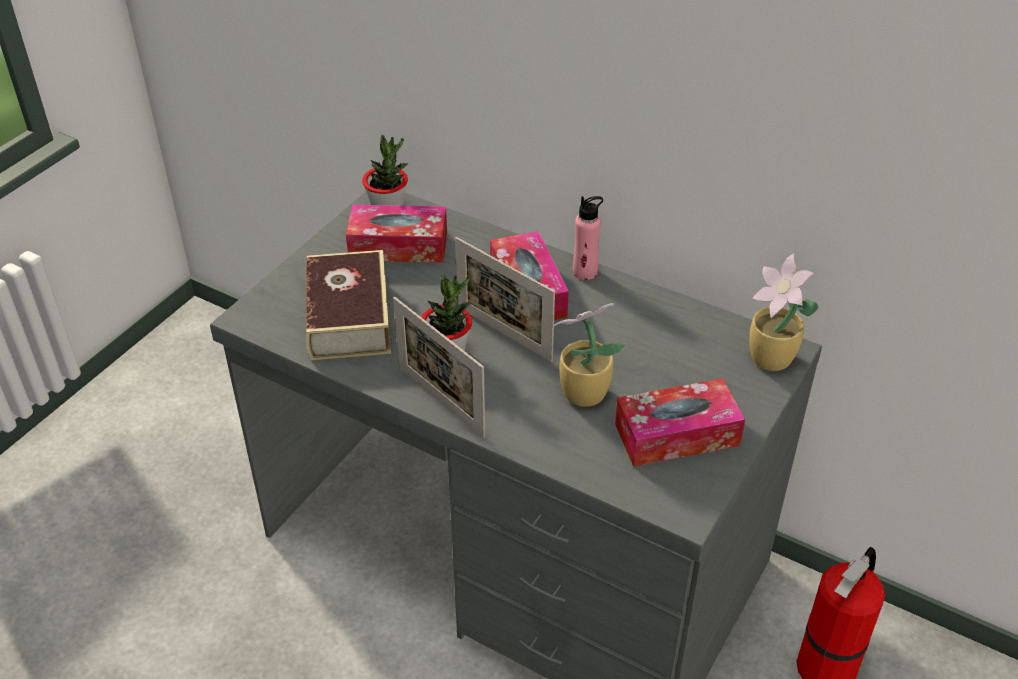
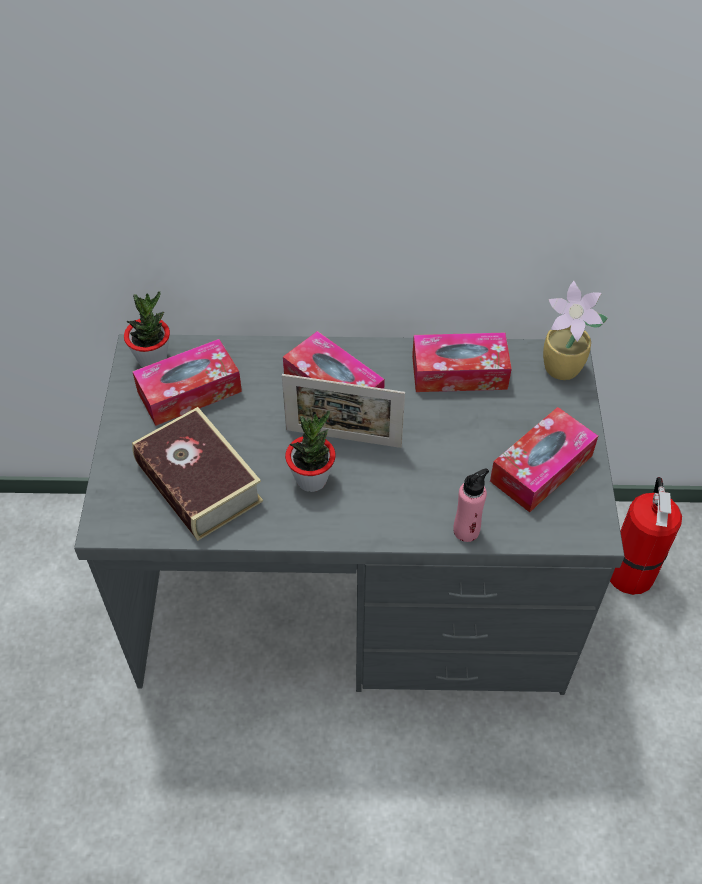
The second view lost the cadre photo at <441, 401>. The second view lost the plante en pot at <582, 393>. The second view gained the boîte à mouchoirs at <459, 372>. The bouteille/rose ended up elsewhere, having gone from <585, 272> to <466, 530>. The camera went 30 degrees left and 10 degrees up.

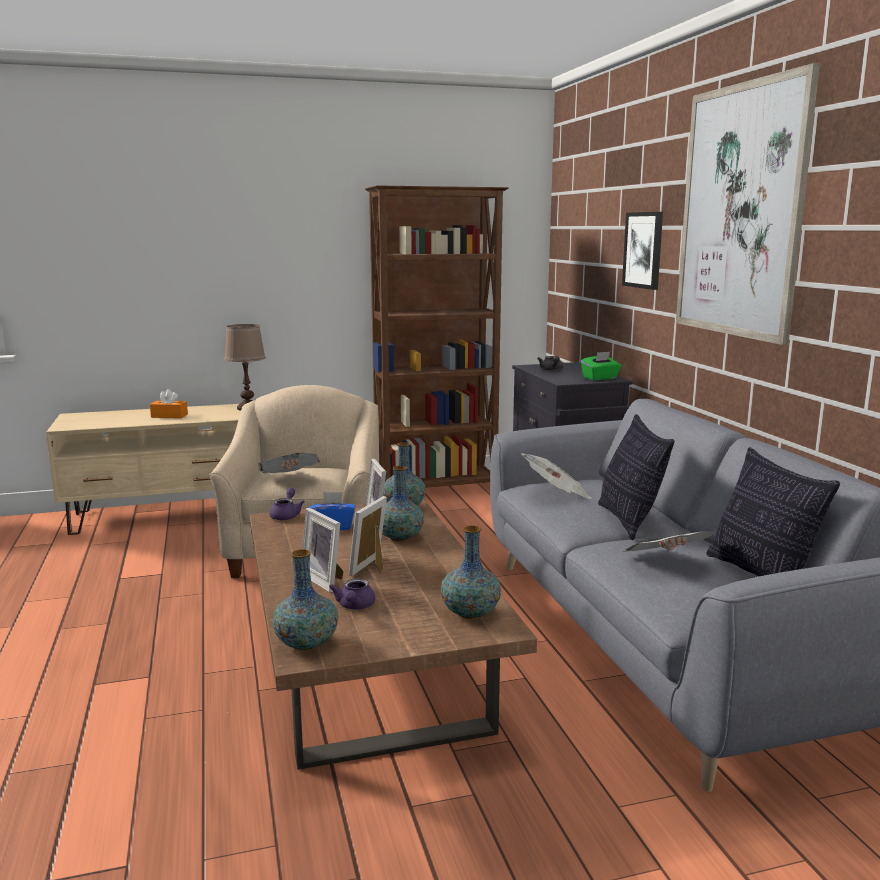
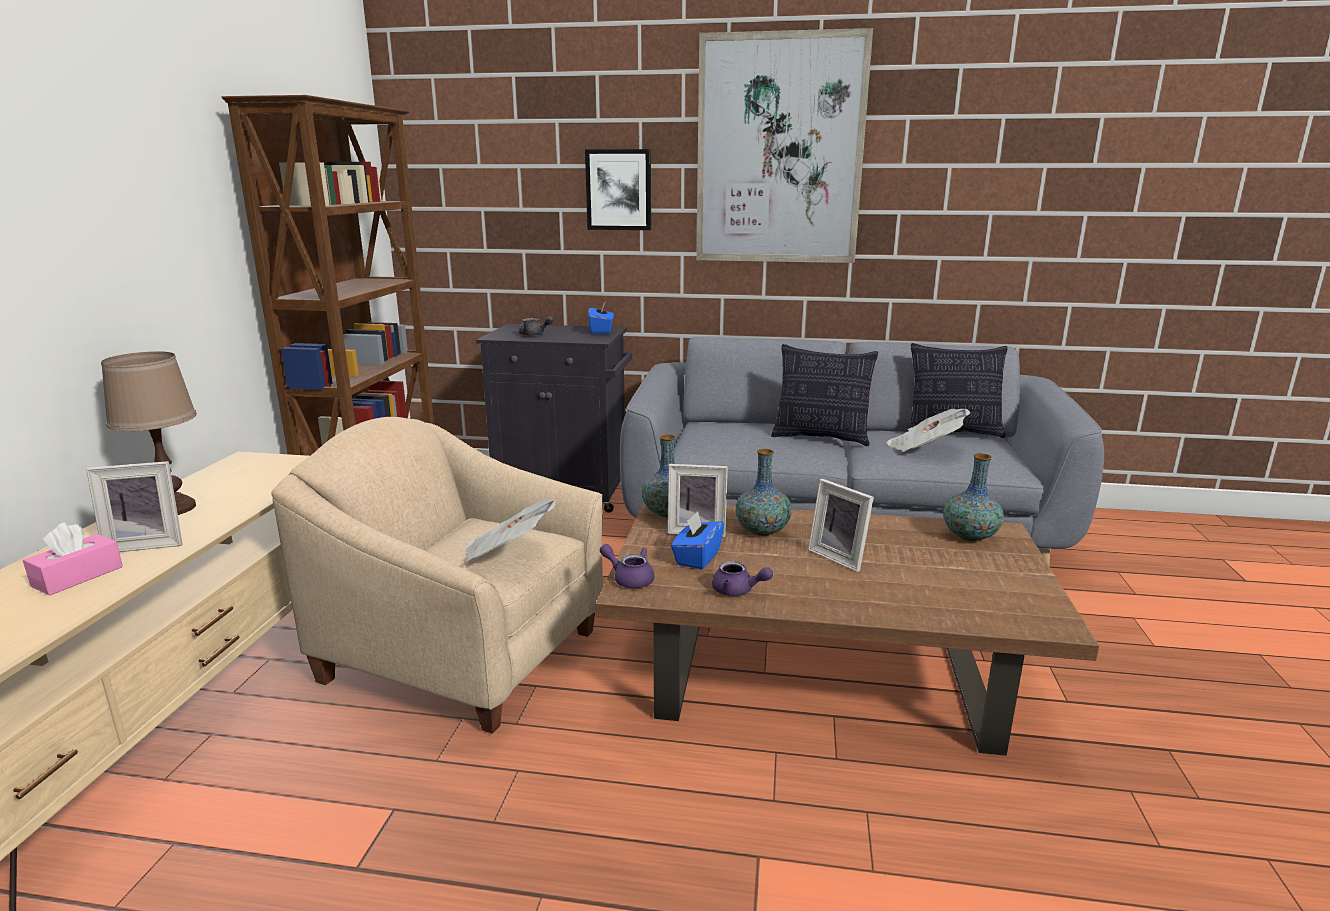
The second view lost the vase at <306, 643>. The second view lost the journal at <556, 494>. The cadre photo ended up elsewhere, having gone from <325, 580> to <147, 543>. The théière/violet ended up elsewhere, having gone from <354, 606> to <738, 591>. What was the boîte à mouchoirs/orange at <169, 416> turned into the boîte à mouchoirs/rose at <78, 576>. What was the boîte à mouchoirs/vert at <600, 378> turned into the boîte à mouchoirs/bleu at <601, 331>. The camera went 65 degrees left and 5 degrees up.

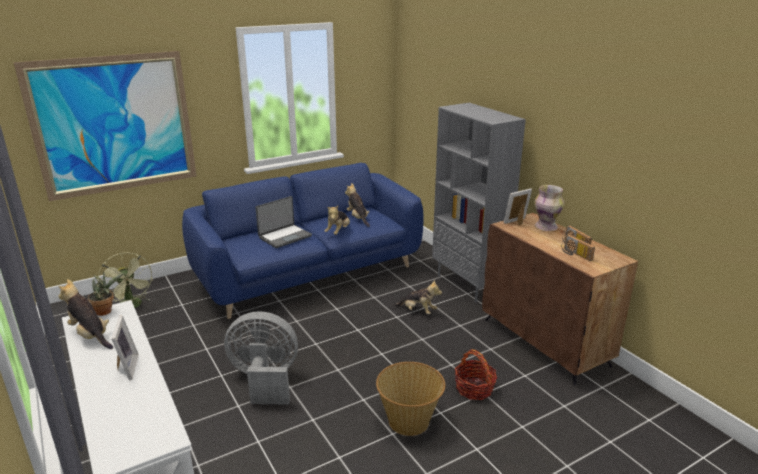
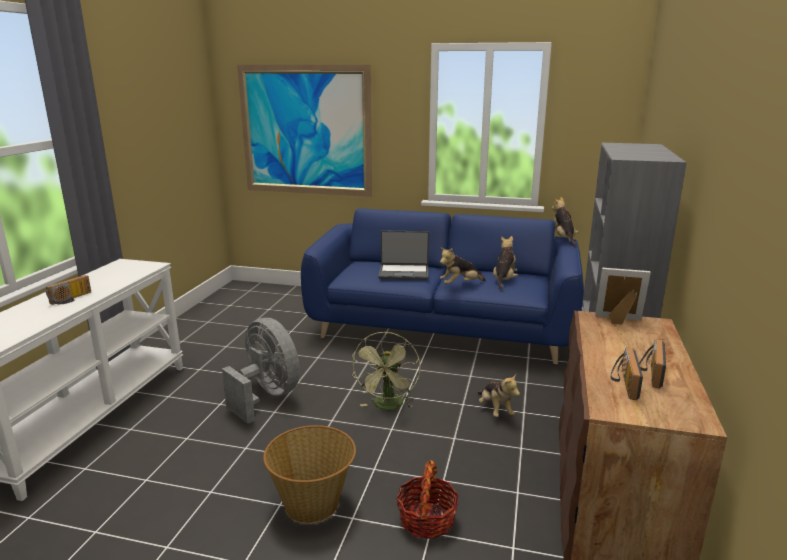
The second view lost the plante en pot at <106, 311>. The second view lost the vase at <546, 227>. The peluche ended up elsewhere, having gone from <90, 335> to <563, 239>. The ventilateur/vert ended up elsewhere, having gone from <132, 306> to <388, 407>. Where the cadre photo stood at <125, 368>, the radio came to stand at <71, 299>. The camera went 45 degrees right and 5 degrees down.

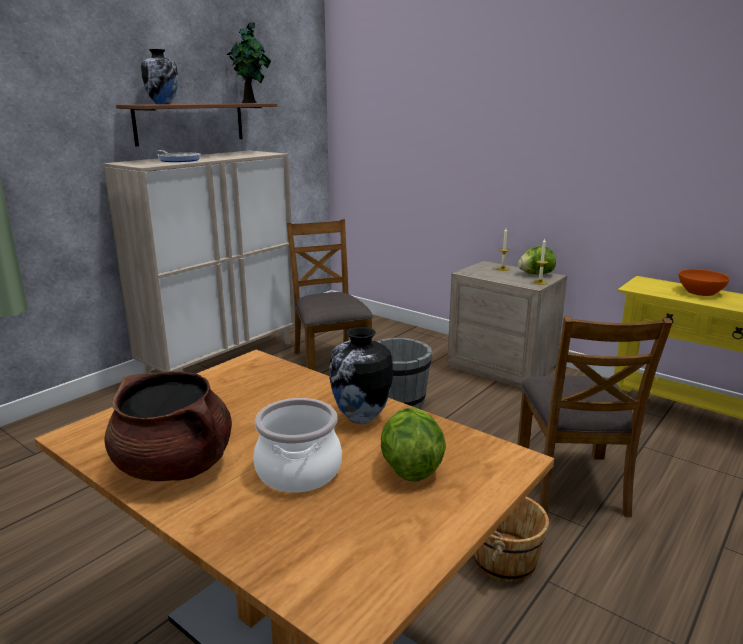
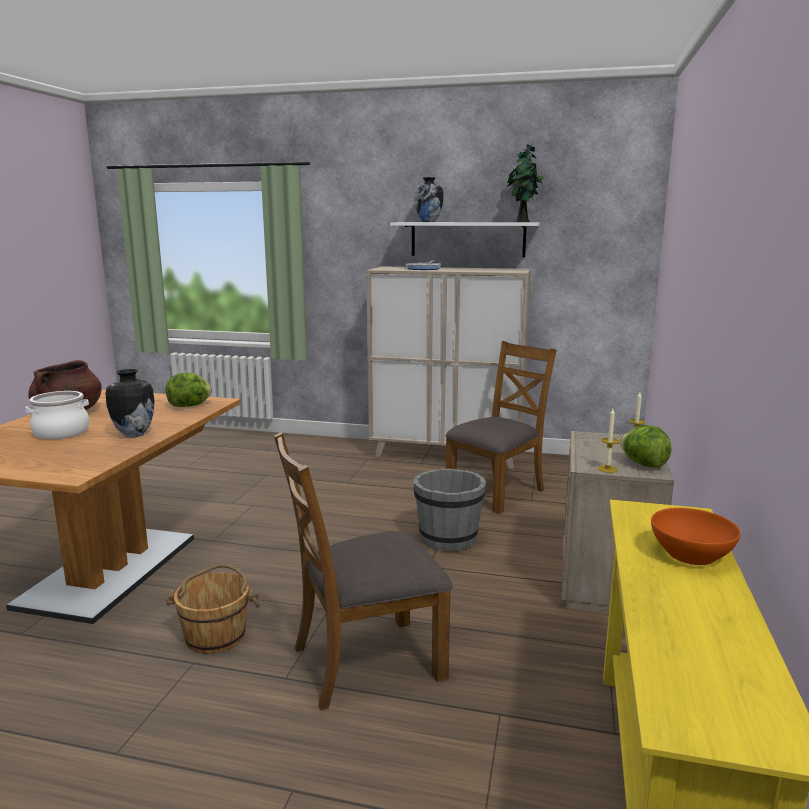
The laitue ended up elsewhere, having gone from <410, 468> to <190, 406>. What was the étagère/marron at <190, 123> turned into the étagère/blanc at <467, 239>. The camera went 65 degrees right and 5 degrees down.

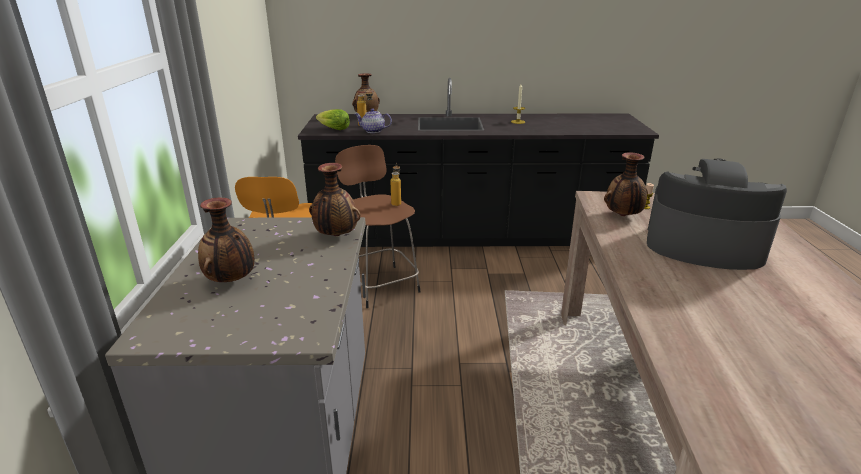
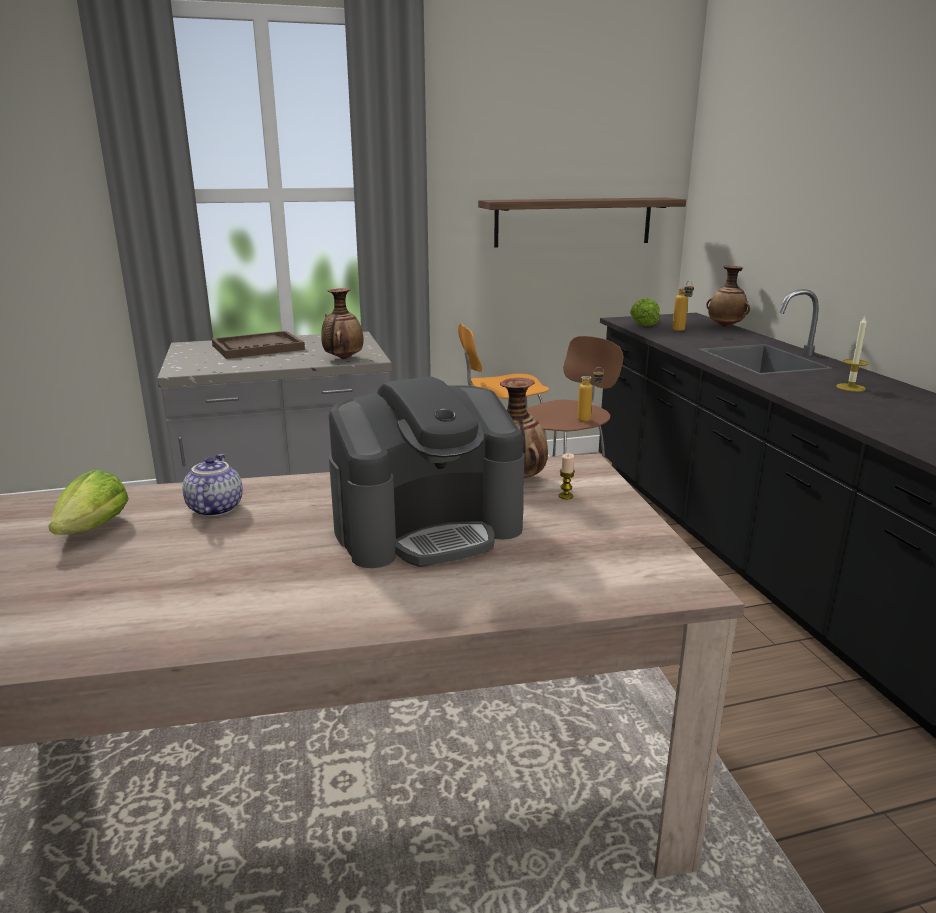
The second view gained the laitue at <94, 528>. The second view gained the étagère at <573, 222>. The théière ended up elsewhere, having gone from <373, 131> to <214, 509>. Where the vase stood at <231, 281>, the plateau/marron came to stand at <258, 348>. The machine à café at <702, 246> ended up facing another way, 60 degrees clockwise from before. The camera went 75 degrees right and 5 degrees down.

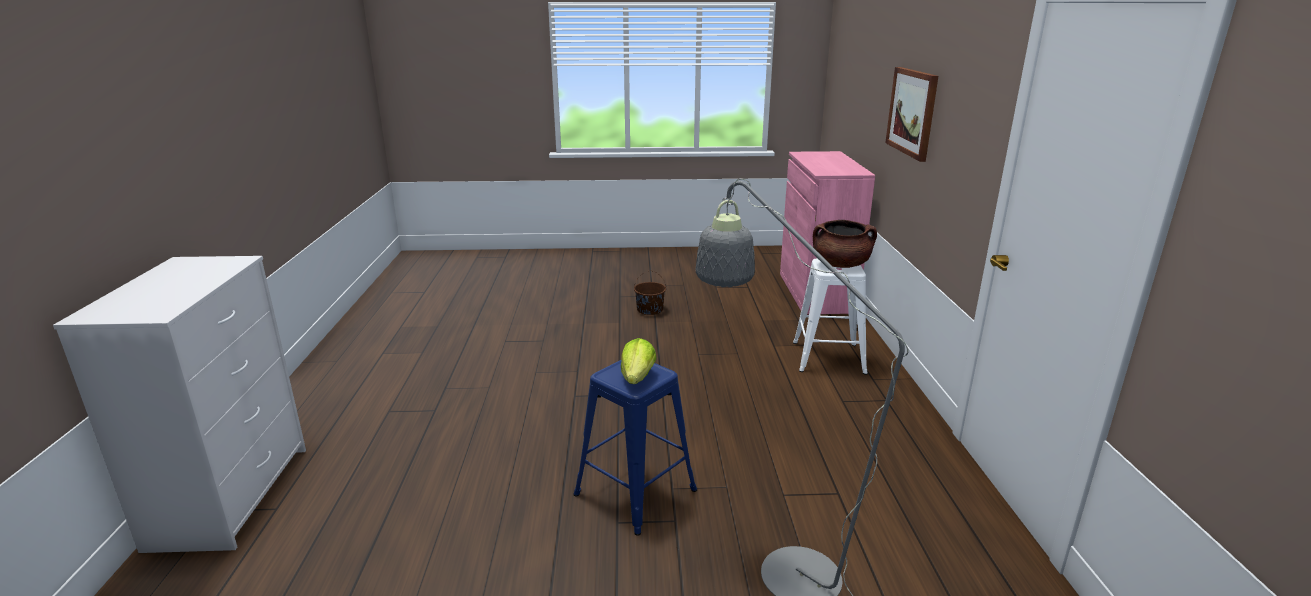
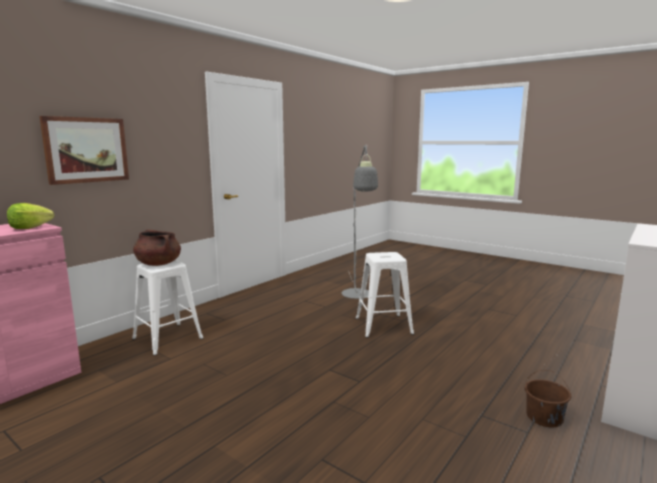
The laitue ended up elsewhere, having gone from <637, 378> to <29, 227>. The seau/marron ended up elsewhere, having gone from <649, 309> to <544, 417>. What was the tabouret/bleu at <635, 491> turned into the tabouret/blanc at <383, 326>. The camera went 140 degrees left and 10 degrees down.

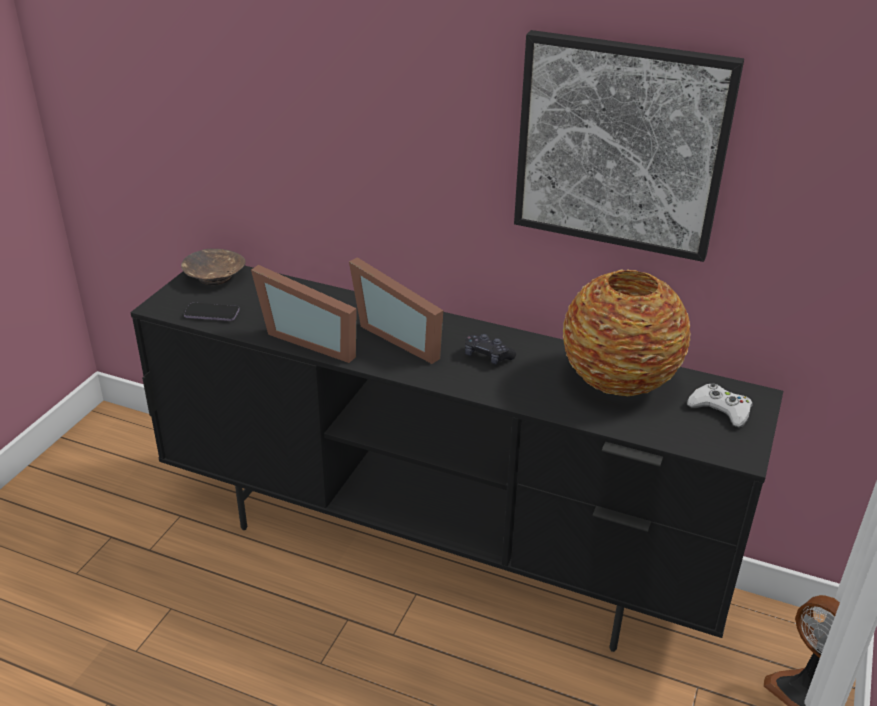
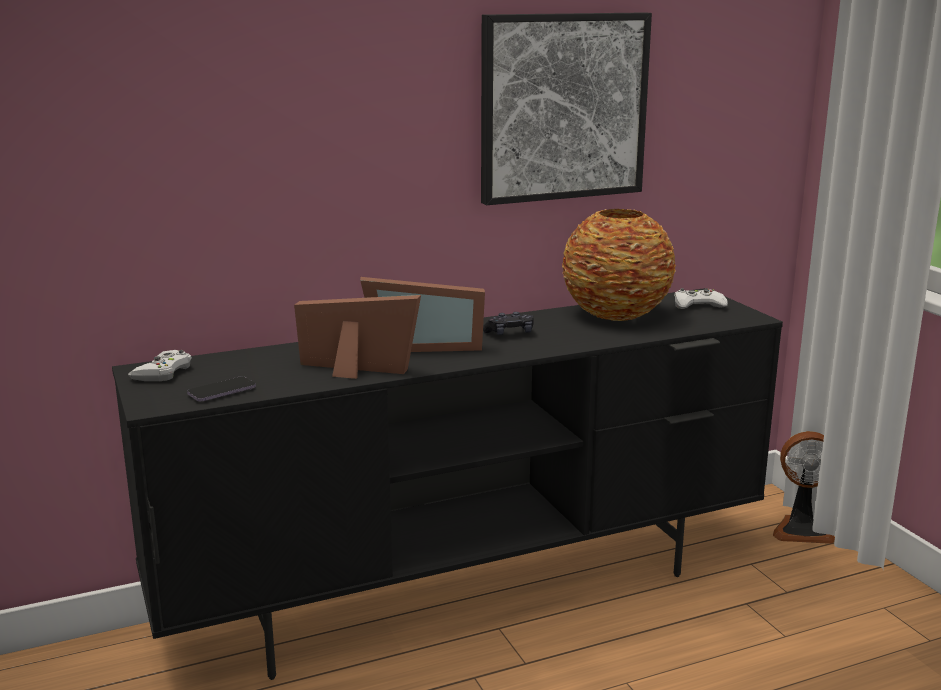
Where the bol/marron stood at <214, 277>, the manette/blanc came to stand at <163, 372>. The cadre photo at <313, 339> ended up facing another way, 150 degrees counterclockwise from before. The camera went 45 degrees left and 15 degrees down.

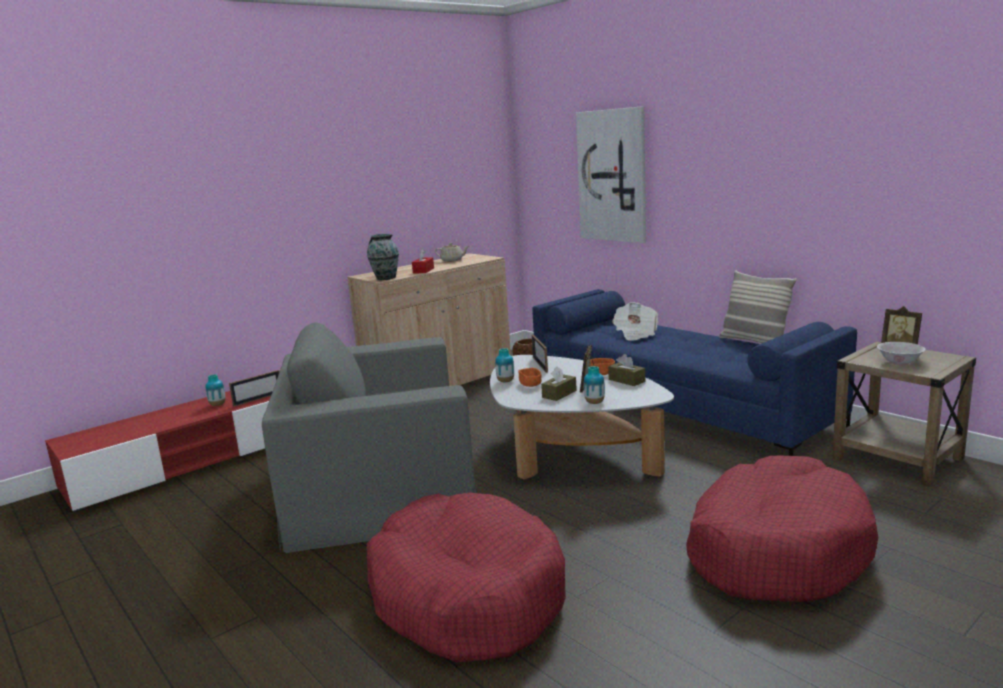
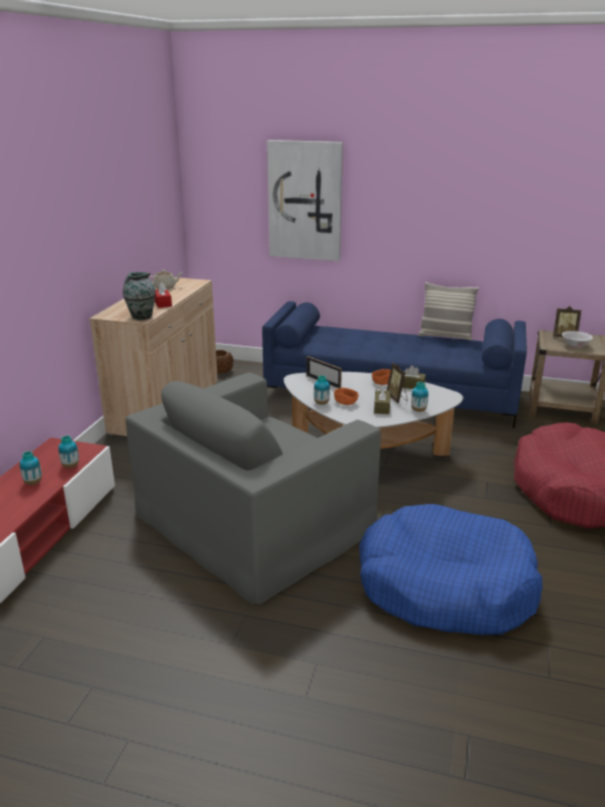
The second view lost the journal at <635, 334>. Where the cadre photo stood at <258, 399>, the vase came to stand at <70, 466>. What was the panier pour chien/rouge at <466, 596> turned into the panier pour chien/bleu at <445, 586>. The camera went 35 degrees left and 10 degrees up.

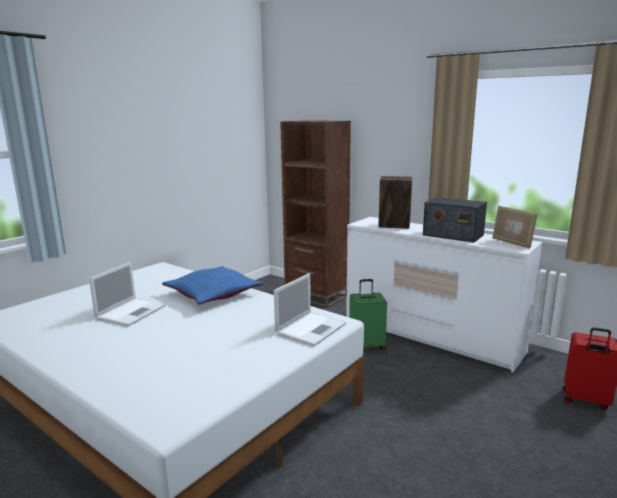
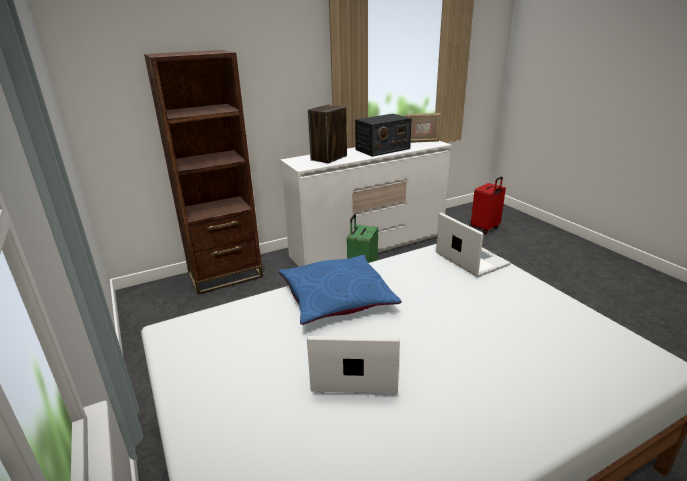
The ordinateur portable at <132, 312> ended up facing another way, 45 degrees counterclockwise from before. The camera went 65 degrees left and 10 degrees up.

